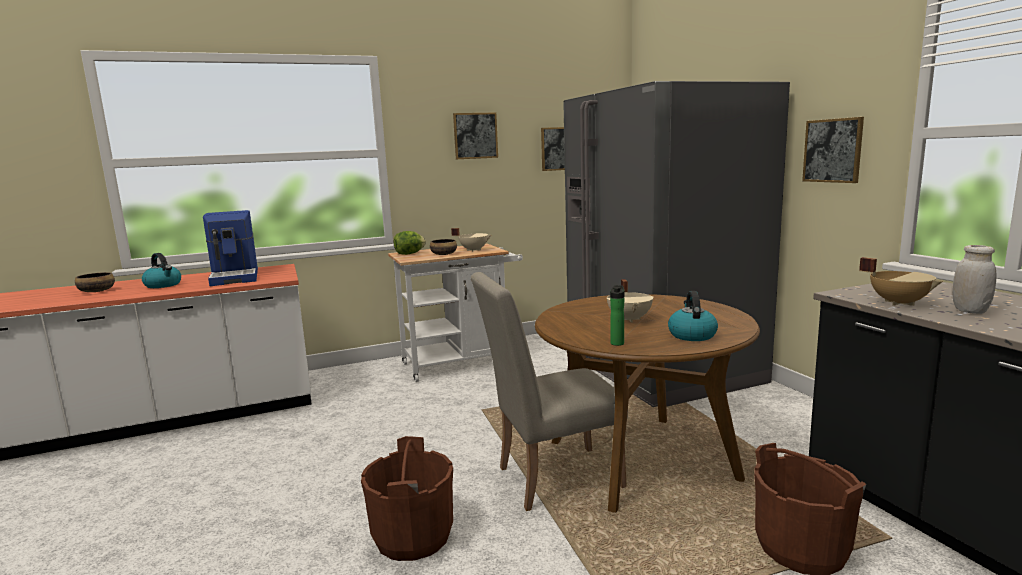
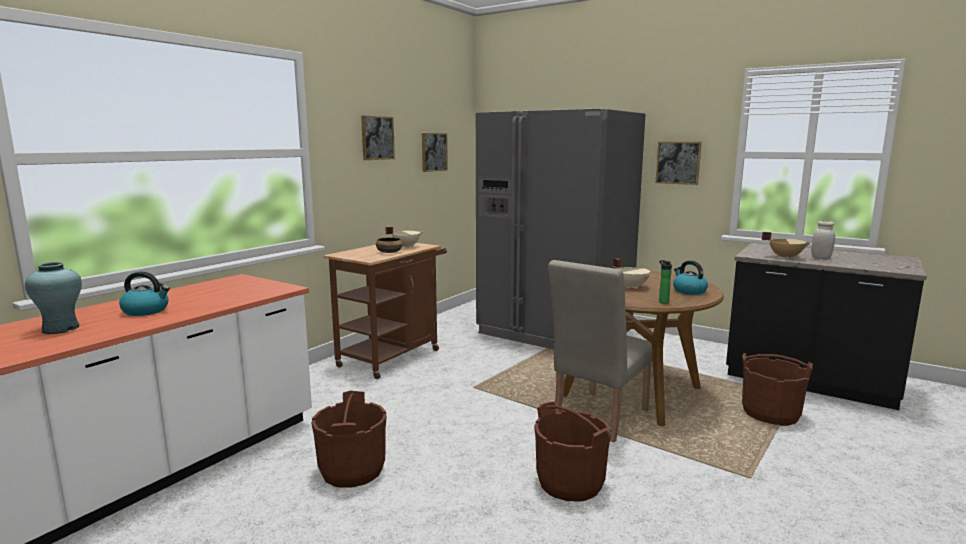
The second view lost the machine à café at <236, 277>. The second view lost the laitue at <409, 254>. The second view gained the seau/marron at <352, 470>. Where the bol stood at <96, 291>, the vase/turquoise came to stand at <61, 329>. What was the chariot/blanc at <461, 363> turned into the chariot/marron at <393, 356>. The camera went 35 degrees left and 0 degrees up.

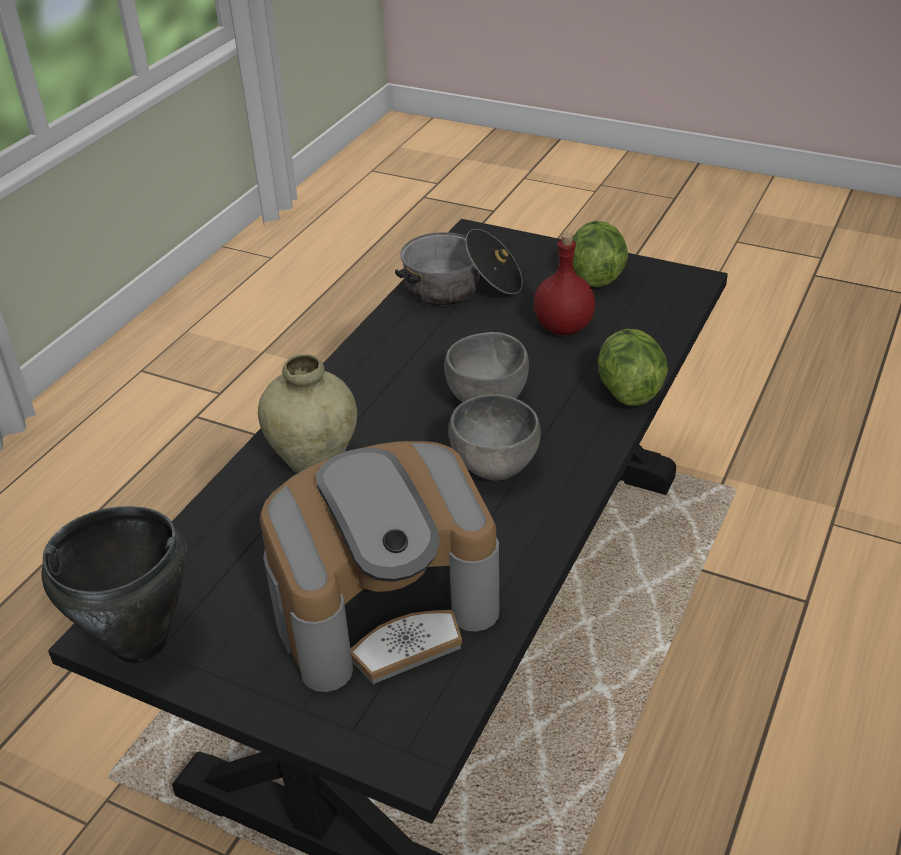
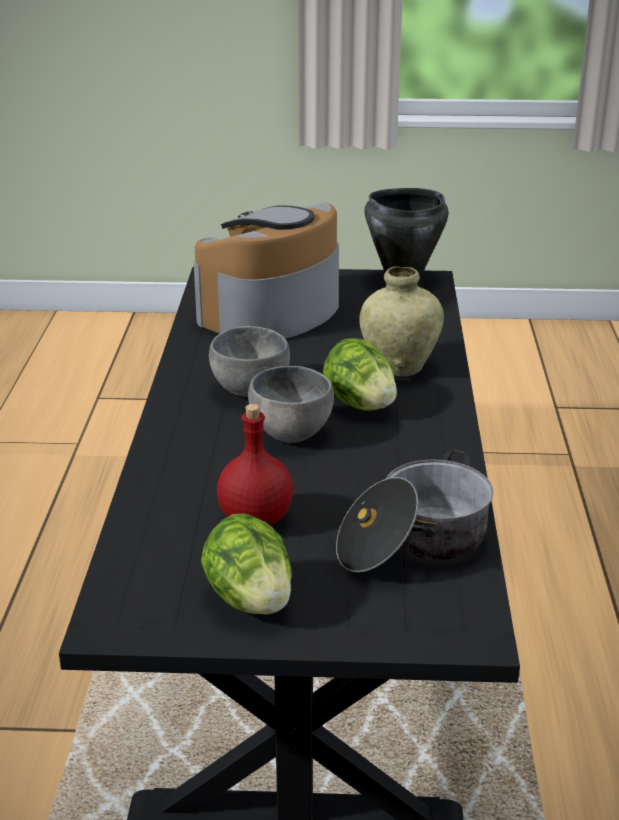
The laitue ended up elsewhere, having gone from <627, 390> to <360, 404>. The camera went 155 degrees right and 10 degrees down.

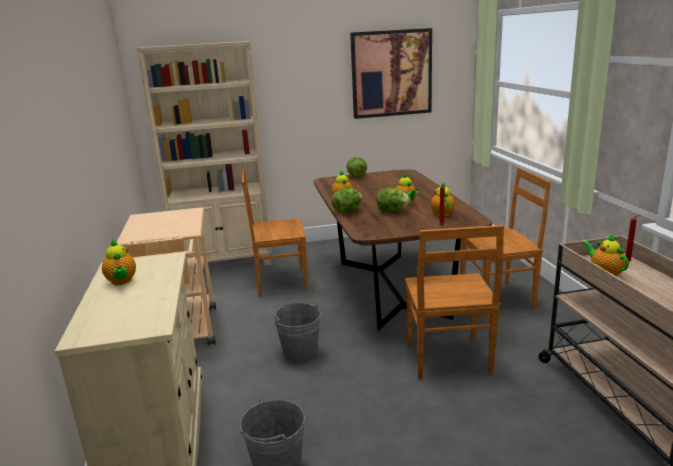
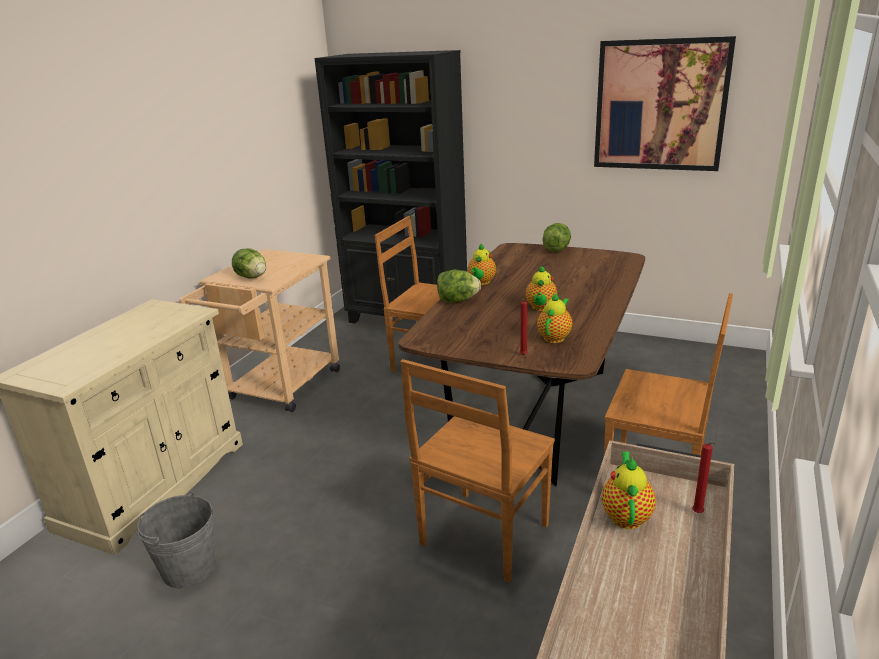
The second view lost the théière at <122, 282>. The second view lost the seau/gris at <300, 352>. The laitue ended up elsewhere, having gone from <392, 211> to <252, 277>. What was the bibliothèque/beige at <225, 262> turned into the bibliothèque/noir at <408, 319>. The camera went 35 degrees right and 5 degrees up.

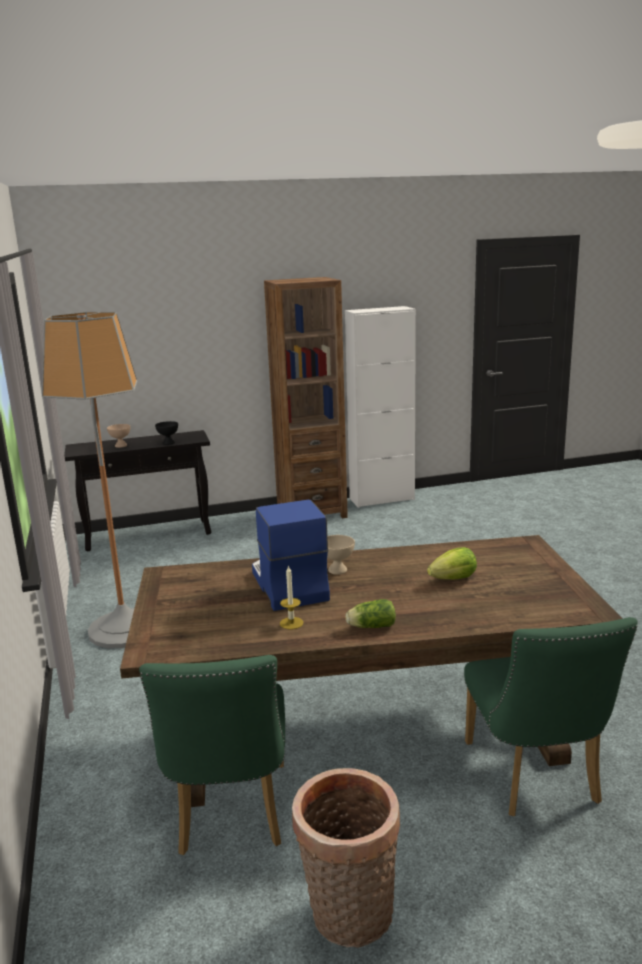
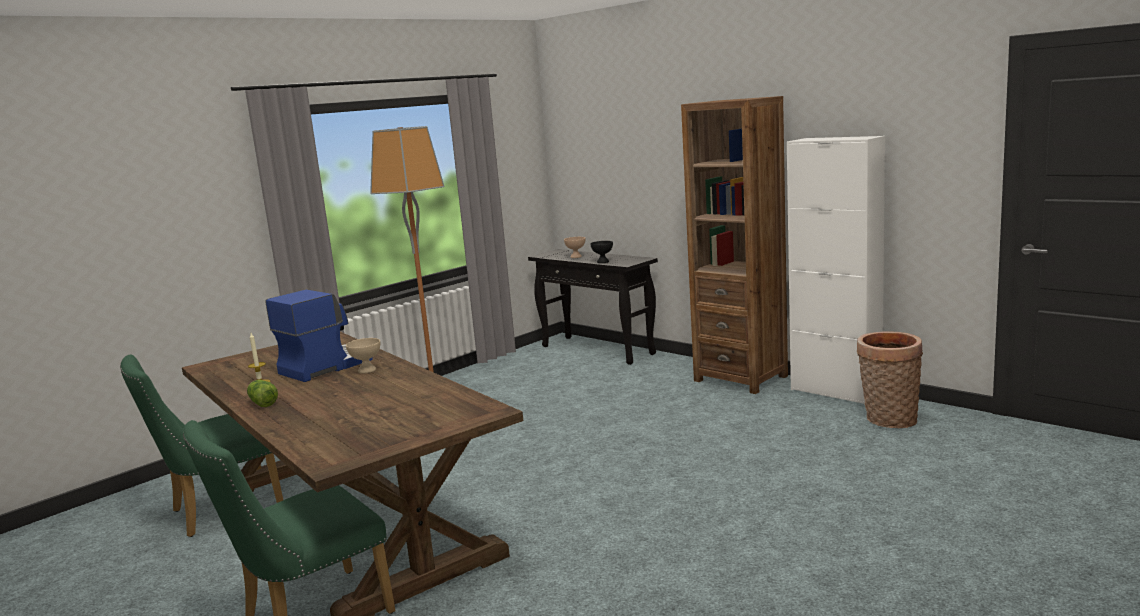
The second view lost the laitue at <454, 579>. The panier ended up elsewhere, having gone from <349, 918> to <888, 420>. The camera went 60 degrees right and 5 degrees down.

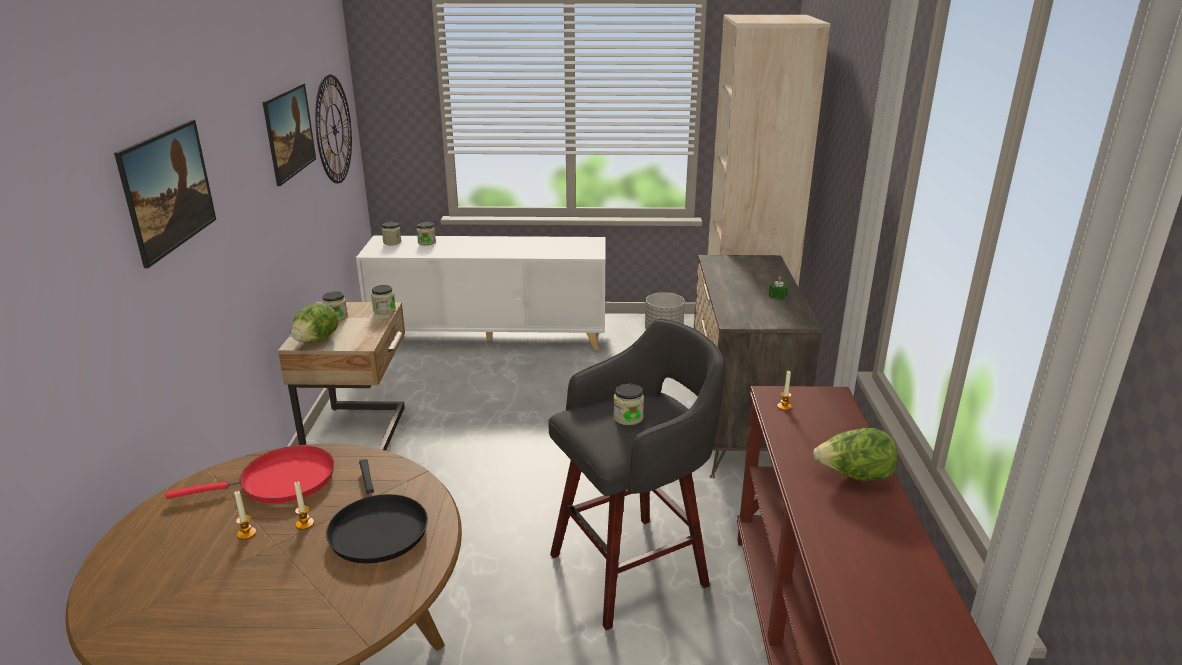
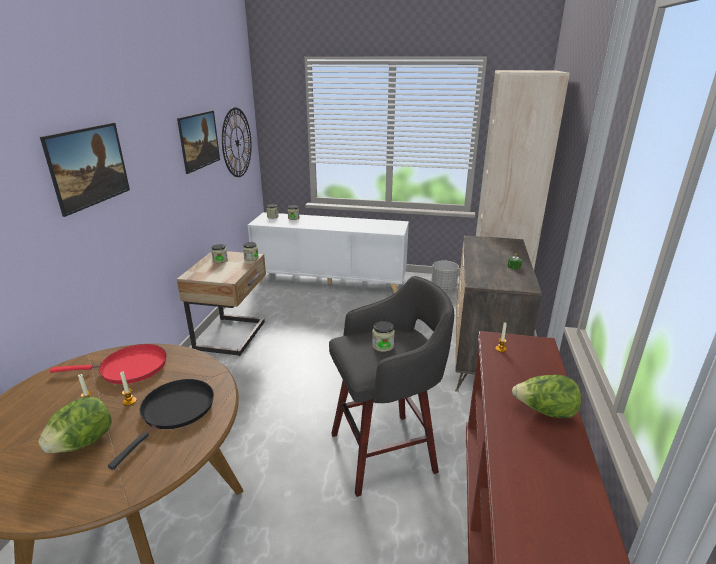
The laitue ended up elsewhere, having gone from <316, 340> to <83, 442>. The poêle/noir at <377, 529> ended up facing another way, 150 degrees counterclockwise from before. The camera went 10 degrees right and 0 degrees up.

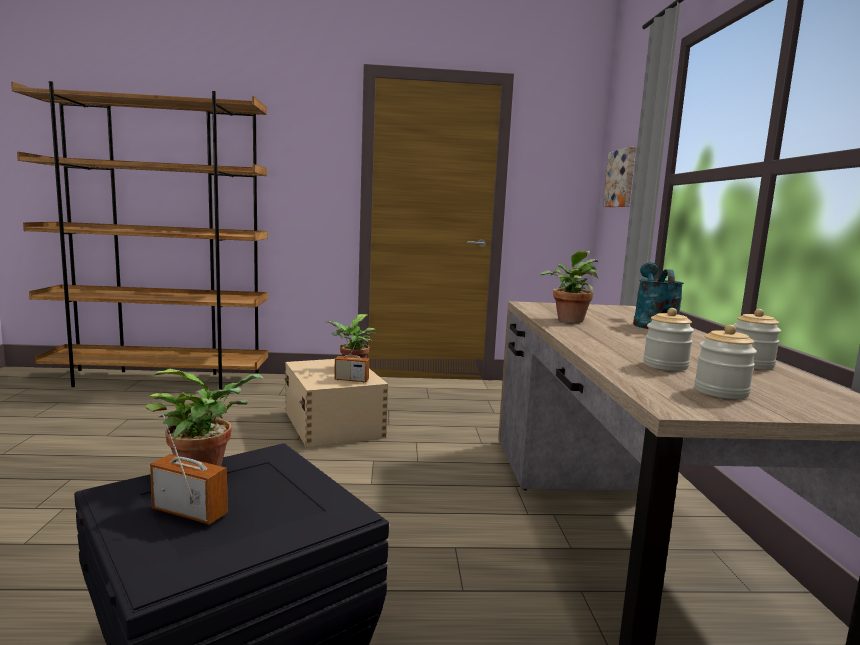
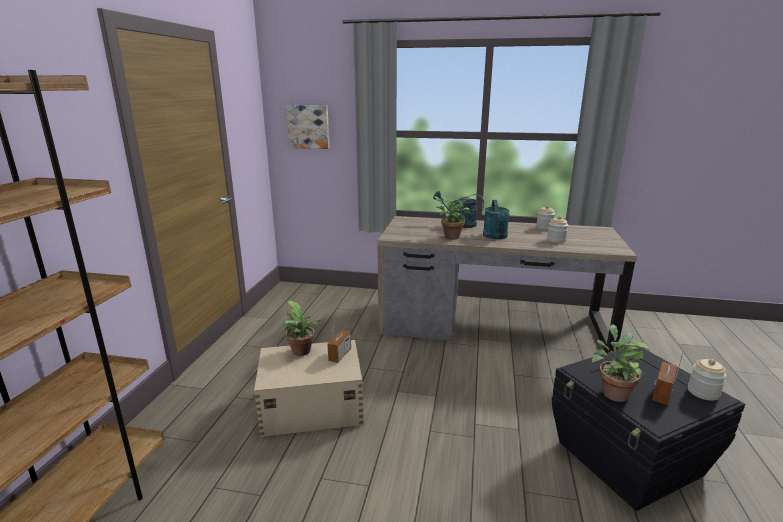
The second view gained the arrosoir/turquoise at <496, 237>. The bocal ended up elsewhere, having gone from <721, 392> to <703, 392>. The camera went 75 degrees left and 10 degrees up.

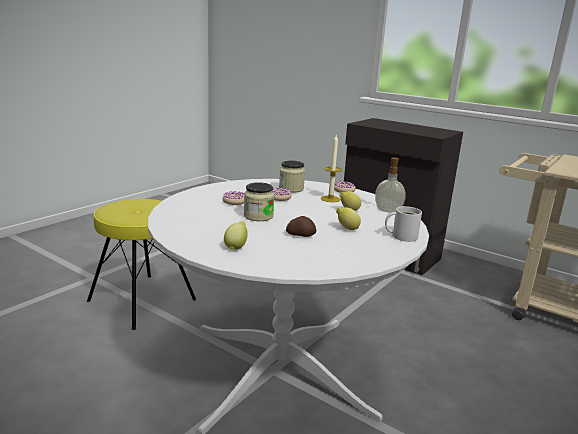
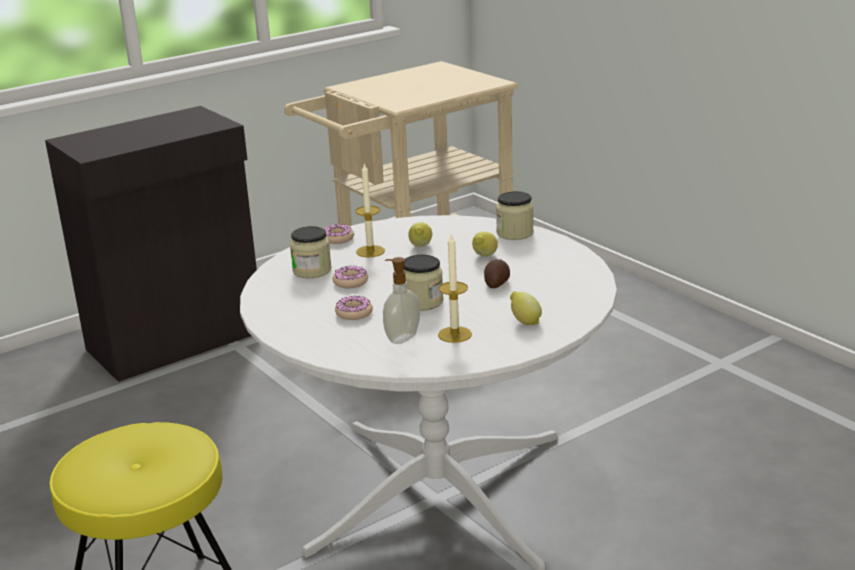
The second view gained the bougie at <454, 334>. The distributeur de savon ended up elsewhere, having gone from <388, 210> to <401, 338>. Where the mug/blanc stood at <402, 236>, the bocal came to stand at <515, 233>. The camera went 70 degrees left and 5 degrees up.

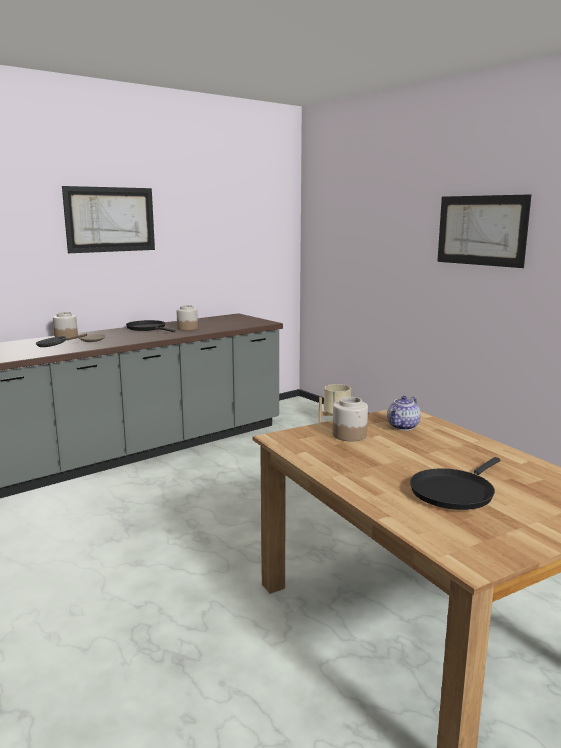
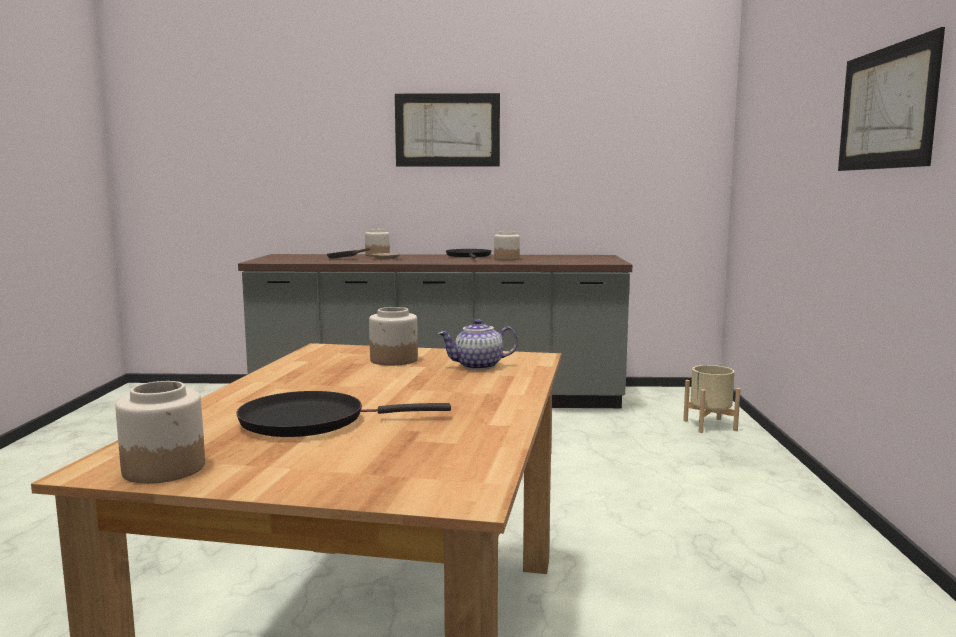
The second view gained the bocal at <165, 468>. The camera went 40 degrees right and 5 degrees down.

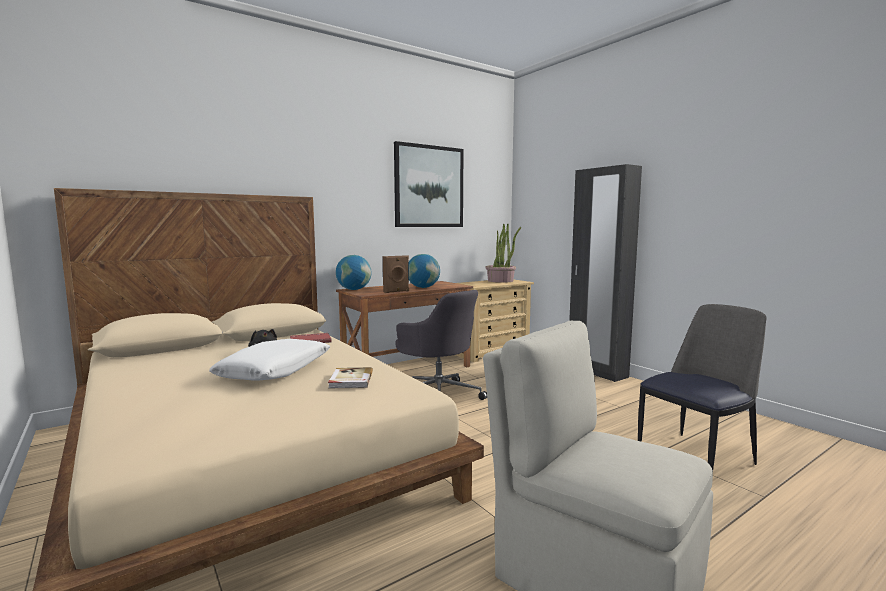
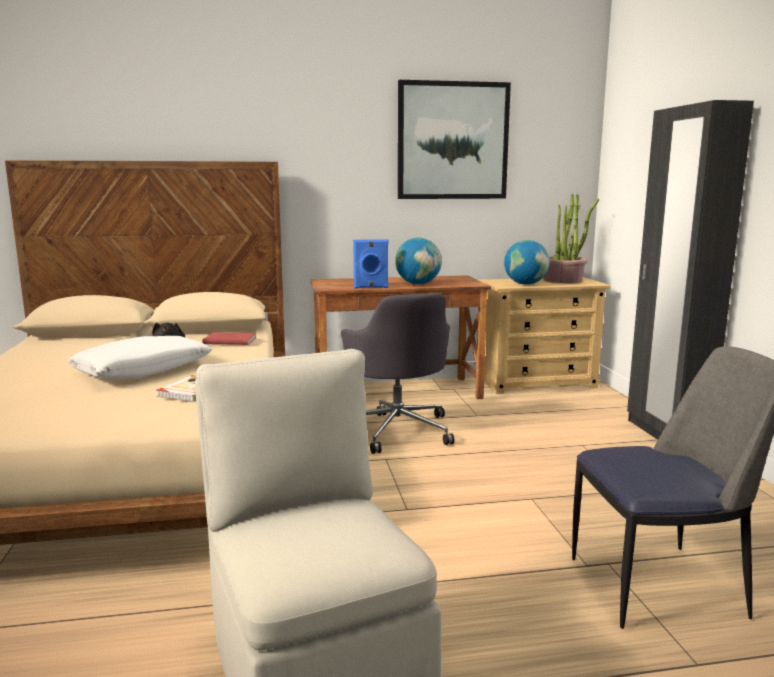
The globe ended up elsewhere, having gone from <354, 289> to <525, 284>. What was the enceinte/marron at <396, 291> turned into the enceinte/bleu at <371, 287>. The camera went 25 degrees right and 5 degrees up.

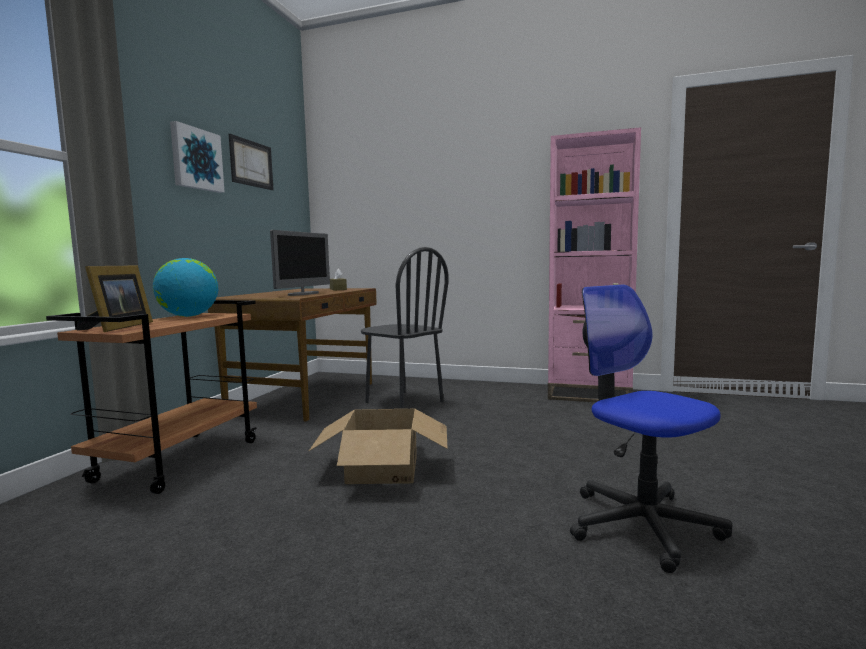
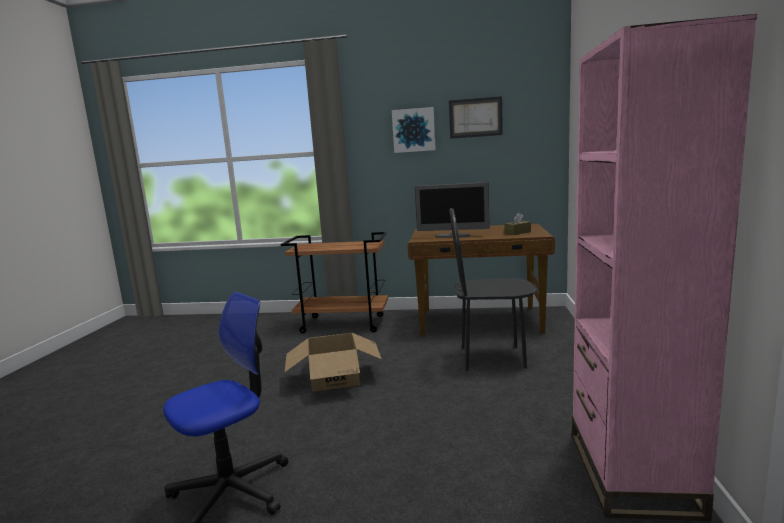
The second view lost the cadre photo at <118, 327>. The second view lost the globe at <188, 316>. The chaise/noir at <403, 402> ended up facing another way, 60 degrees clockwise from before. The camera went 80 degrees right and 5 degrees up.

